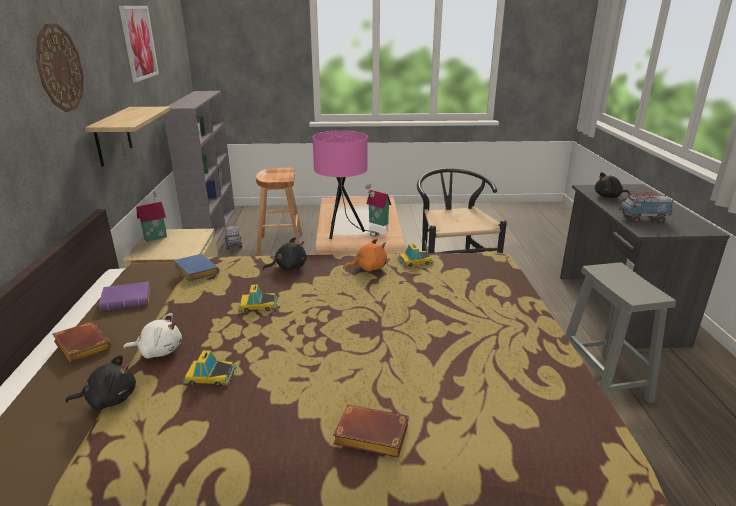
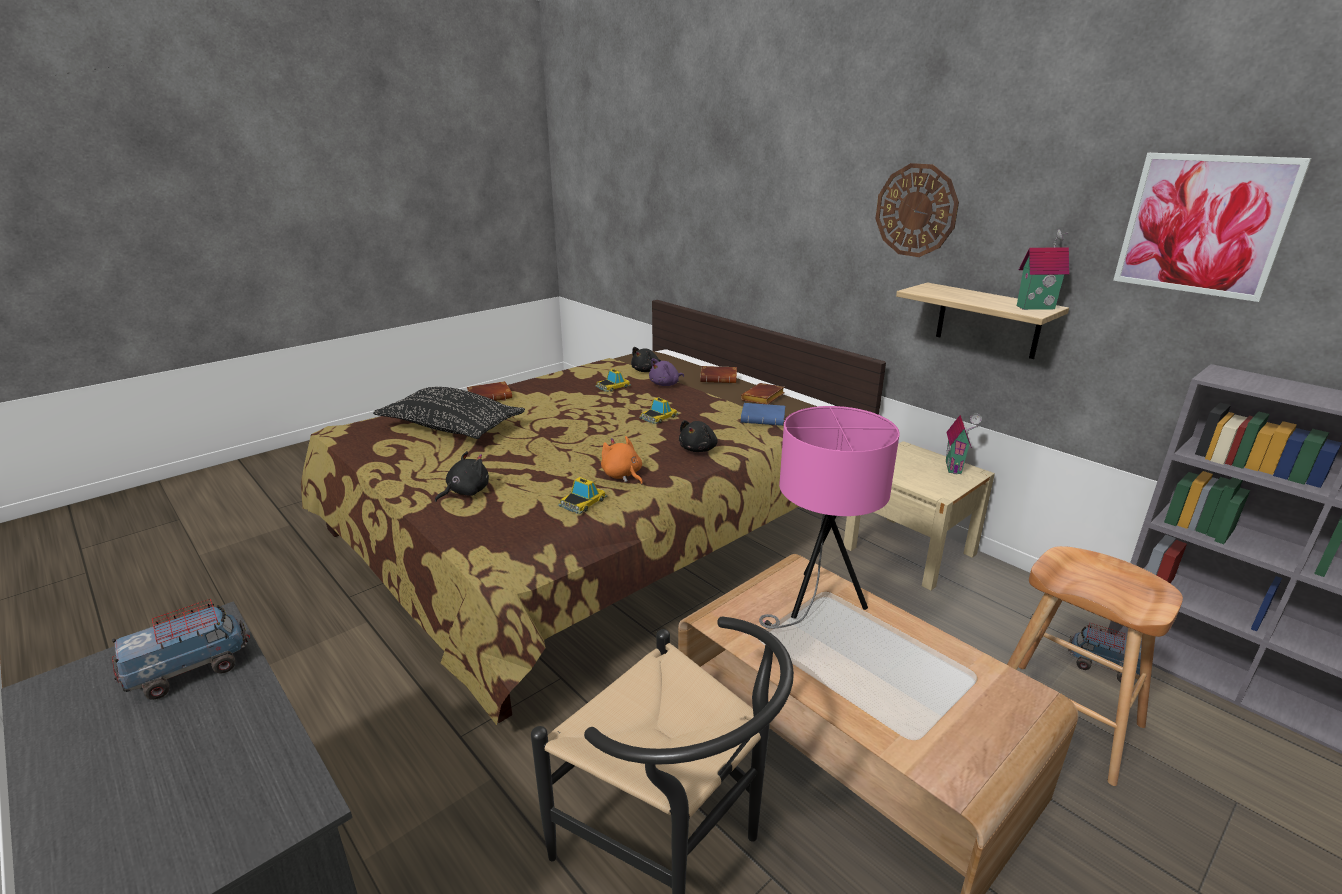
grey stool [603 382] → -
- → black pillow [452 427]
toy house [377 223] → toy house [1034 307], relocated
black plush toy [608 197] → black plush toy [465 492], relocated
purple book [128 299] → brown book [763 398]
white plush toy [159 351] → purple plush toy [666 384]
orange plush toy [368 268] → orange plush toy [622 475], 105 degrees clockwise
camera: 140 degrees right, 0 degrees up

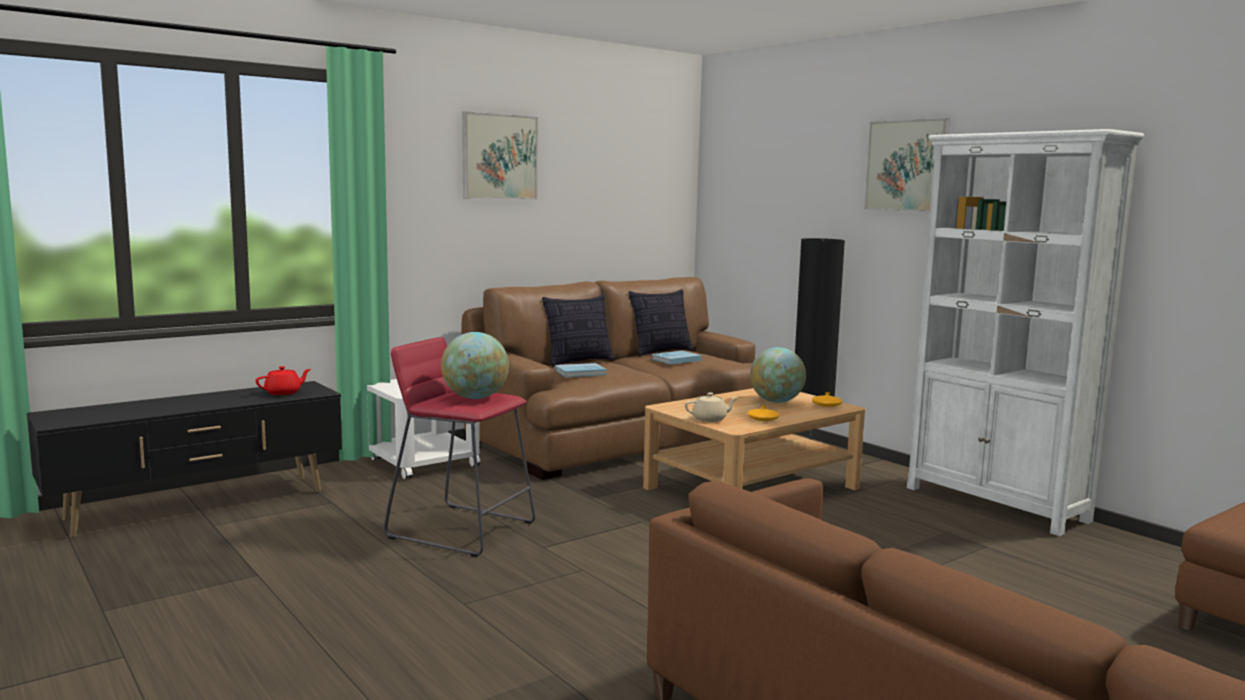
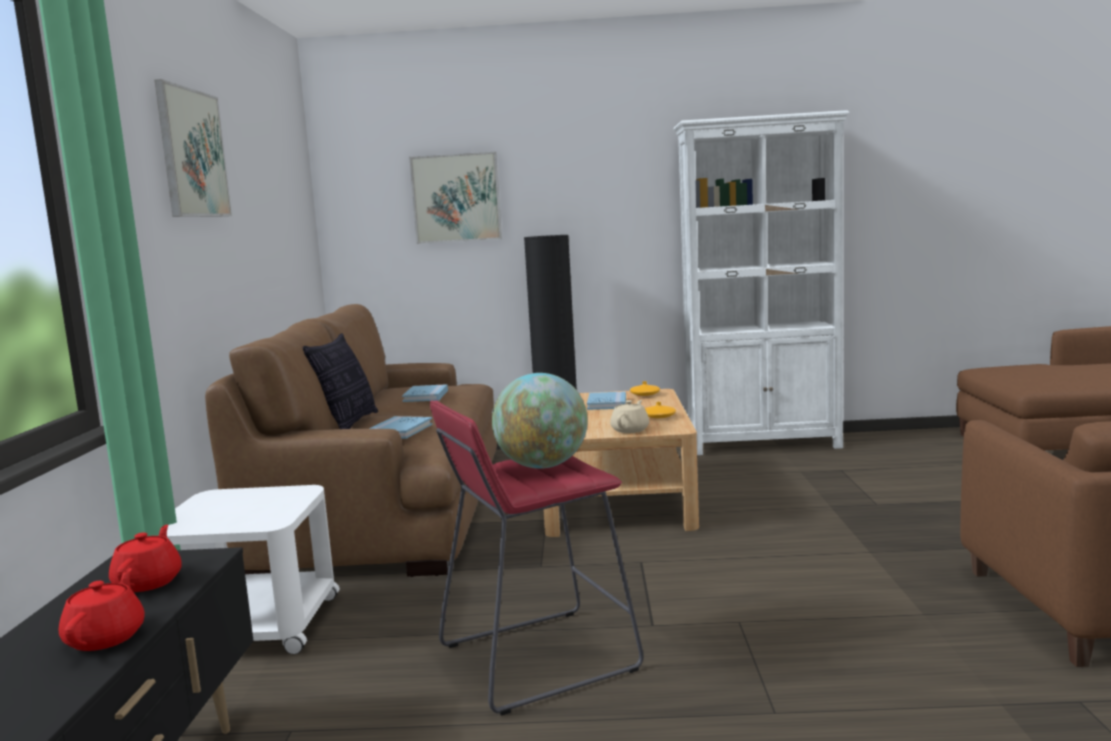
pillow [661 352] → -
- → red teapot [106 637]
picture [906 166] → picture [456 198], relocated
globe [776 401] → blue book [607 403]
camera: 50 degrees left, 0 degrees up

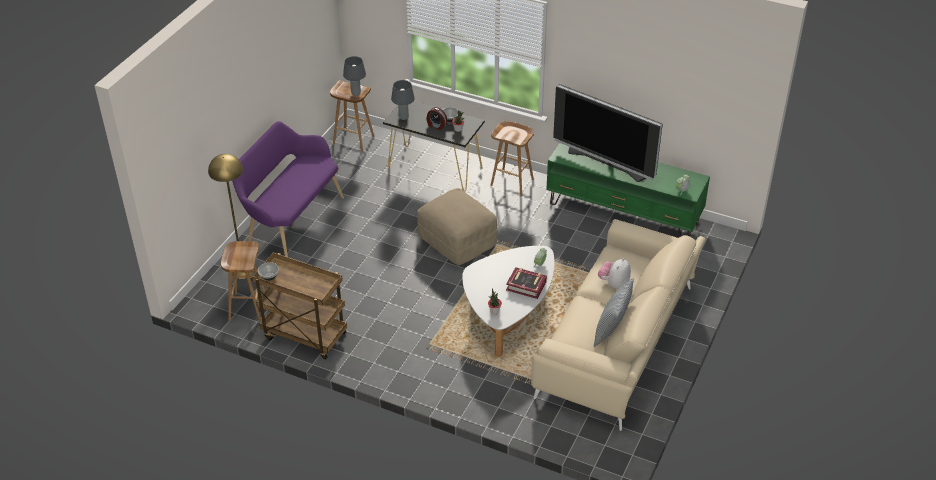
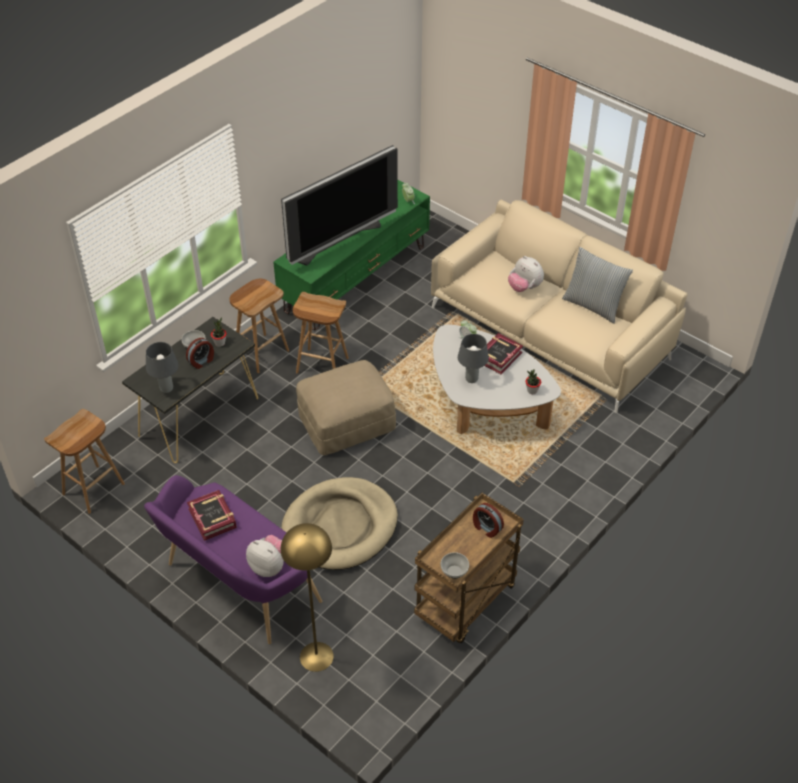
- → book [213 518]
- → plush toy [270 566]
- → beige dog bed [340 526]
- → alarm clock [486 528]
brown stool [247 306] → brown stool [321 365], relocated
grey table lamp [356 93] → grey table lamp [472 379], relocated
camera: 75 degrees left, 5 degrees up

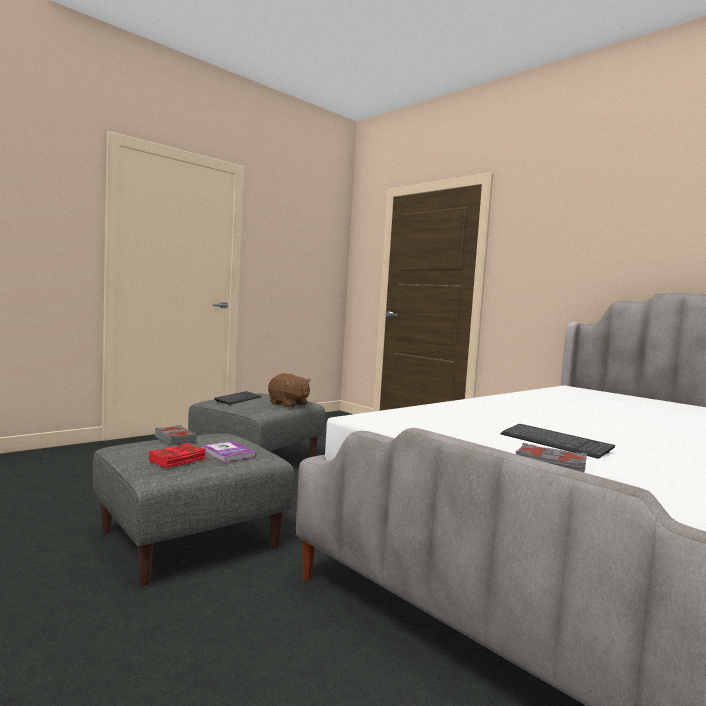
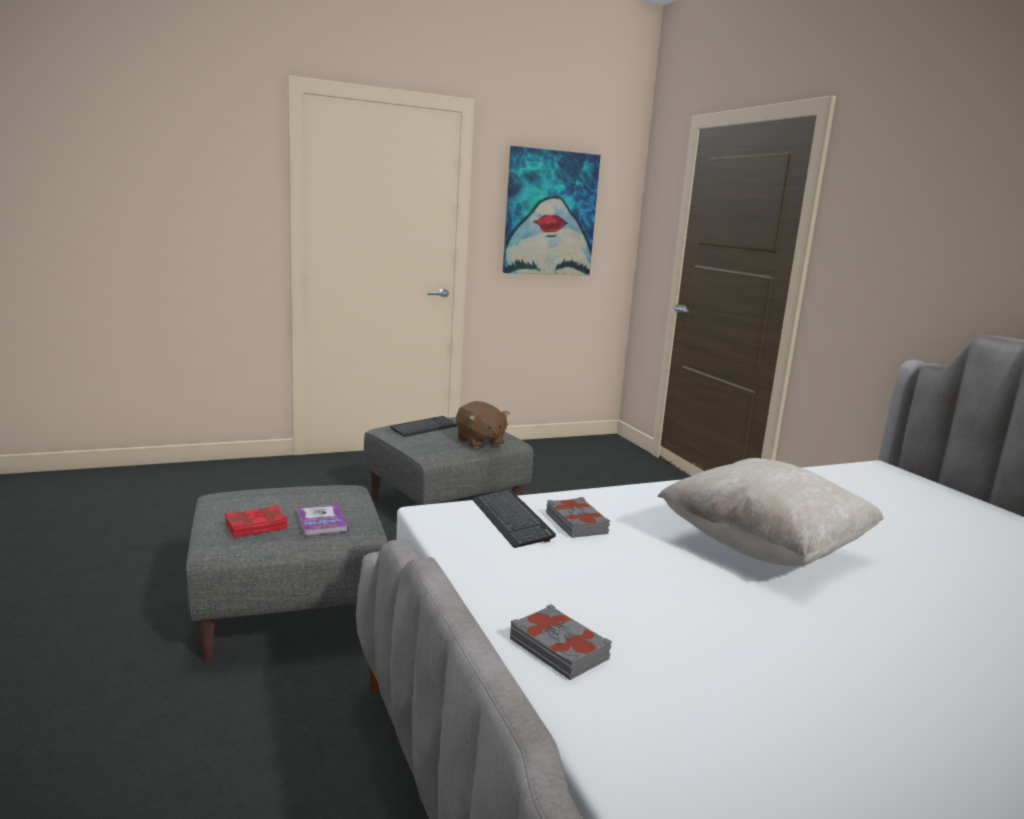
- → picture [550 213]
- → beige pillow [763 548]
grey book [176 439] → grey book [577 523], relocated
keyboard [555 443] → keyboard [511 520], relocated
camera: 20 degrees right, 10 degrees up

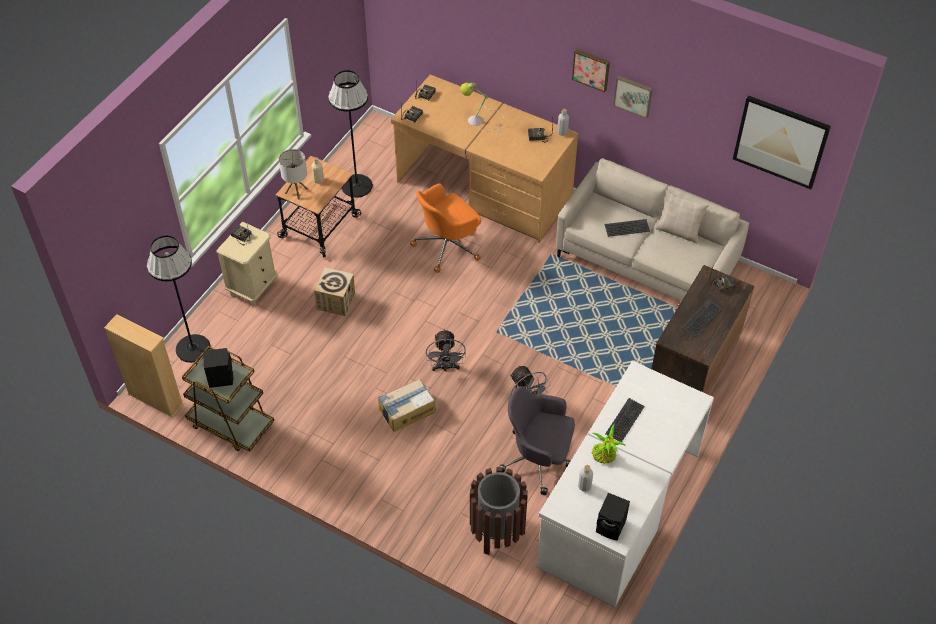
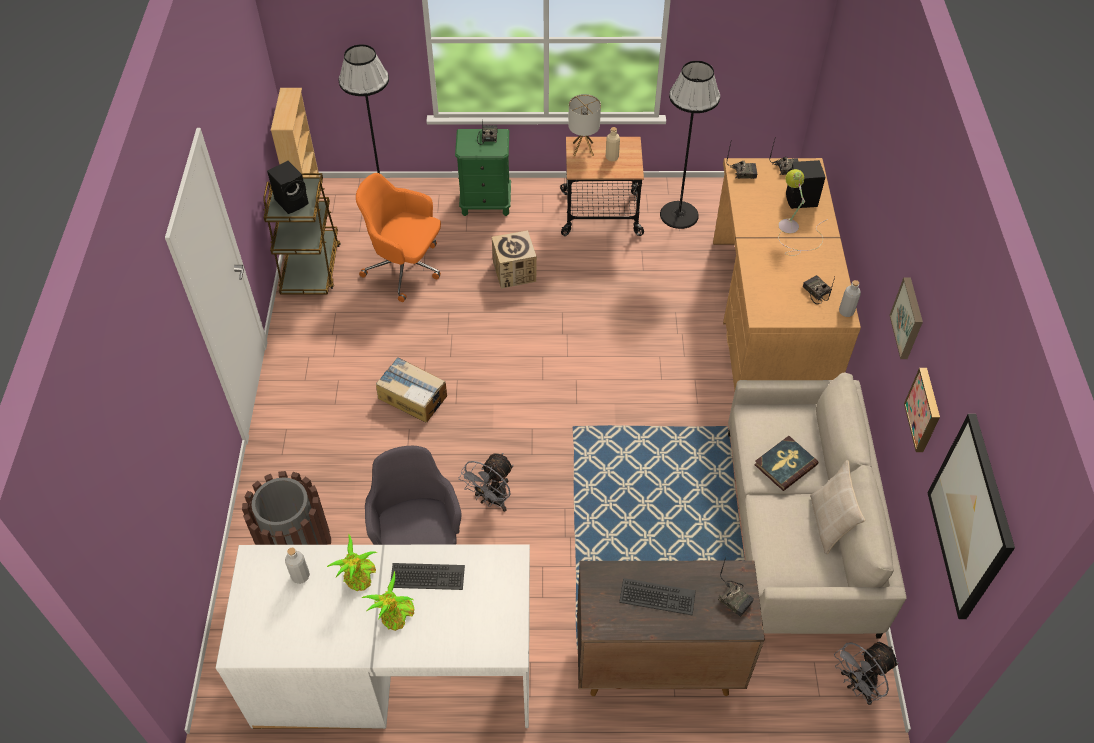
- → potted plant [395 616]
orange office chair [448 246] → orange office chair [406 268], relocated
grey fan [445 367] → grey fan [858 686], relocated
picture [591 69] → picture [925 410], relocated
black speaker [611 526] → black speaker [801 200], relocated
keyboard [627 228] → book [785 464]
beige nightstand [253 287] → green nightstand [486 203]
camera: 60 degrees right, 0 degrees up

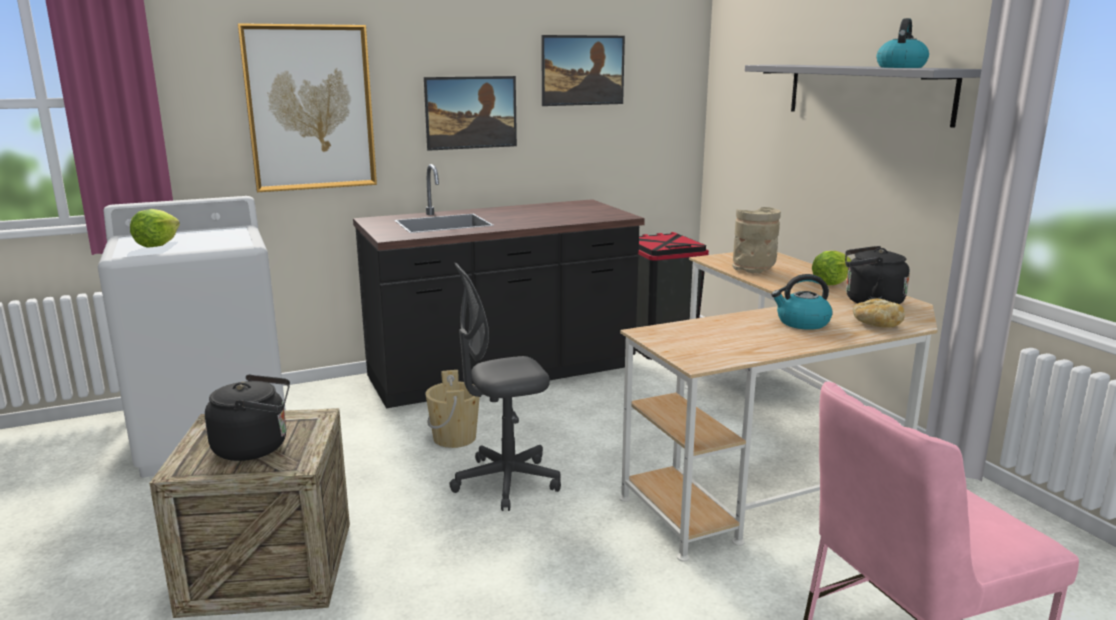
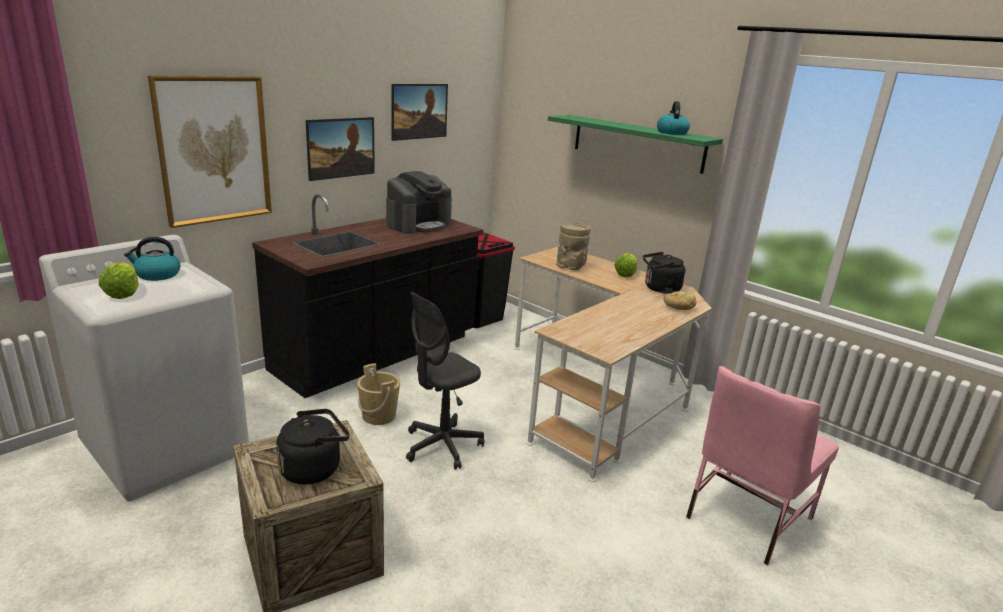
- → coffee machine [418 225]
kettle [802 323] → kettle [157 275], relocated
grey shelf [866 92] → green shelf [637 143]
camera: 25 degrees left, 5 degrees up

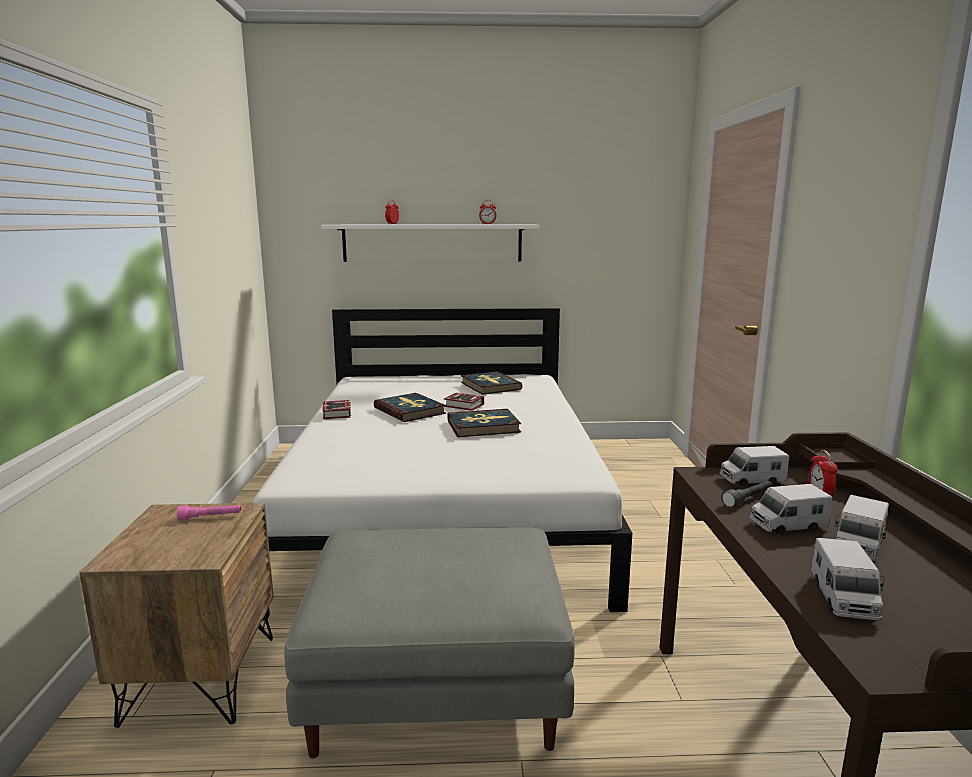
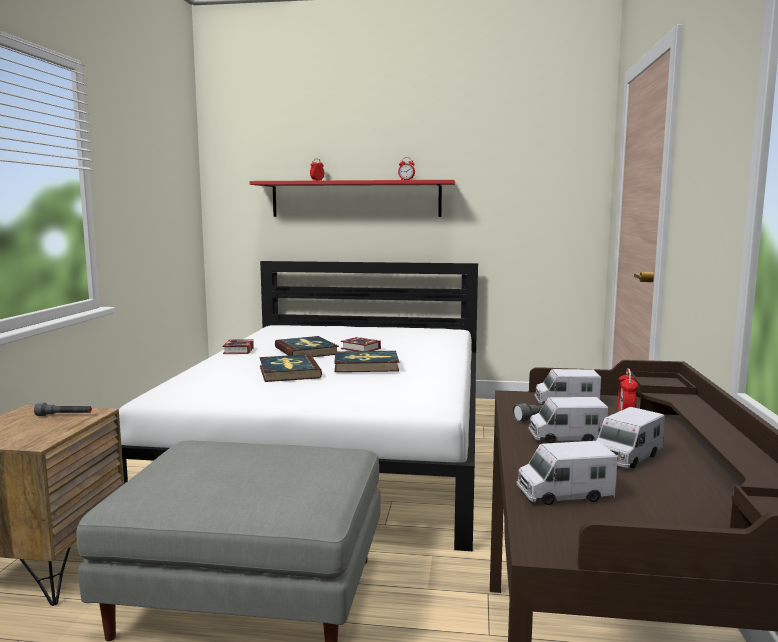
book [490 386] → book [288 372], relocated
pink flashlight [210 517] → grey flashlight [64 415]
white shelf [432 243] → red shelf [355 199]
toy truck [843 598] → toy truck [564 494], 60 degrees clockwise
camera: 10 degrees right, 5 degrees down

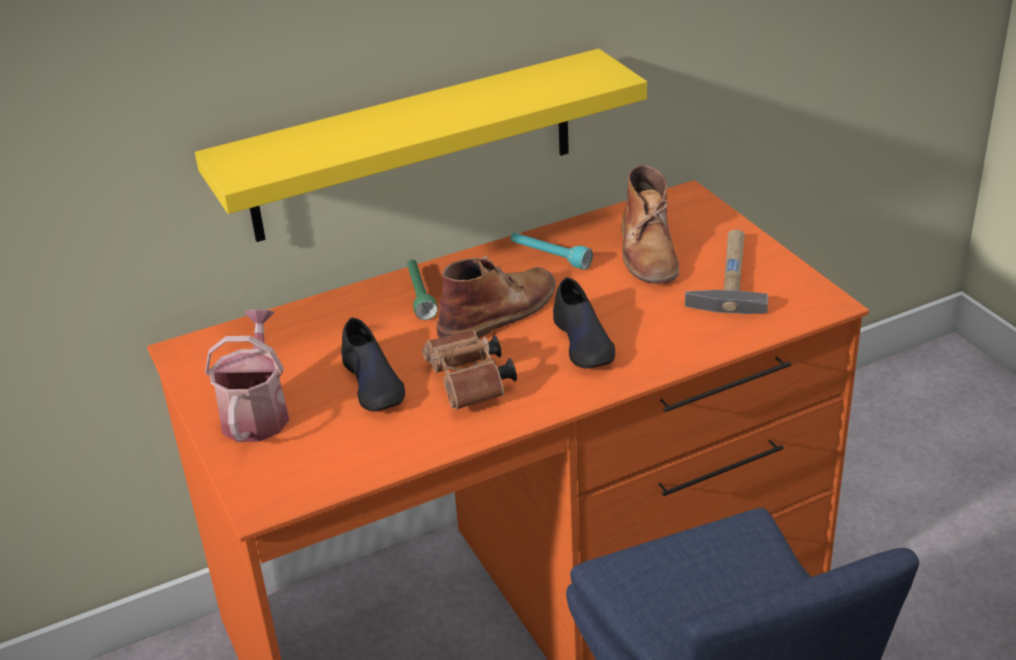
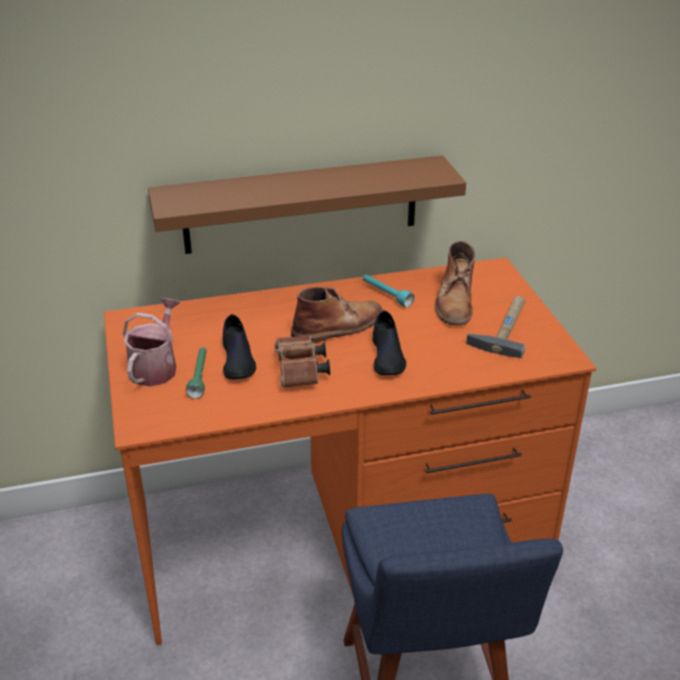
green flashlight [419 295] → green flashlight [199 377], relocated
yellow shelf [413 146] → brown shelf [301 205]
camera: 10 degrees right, 0 degrees up

